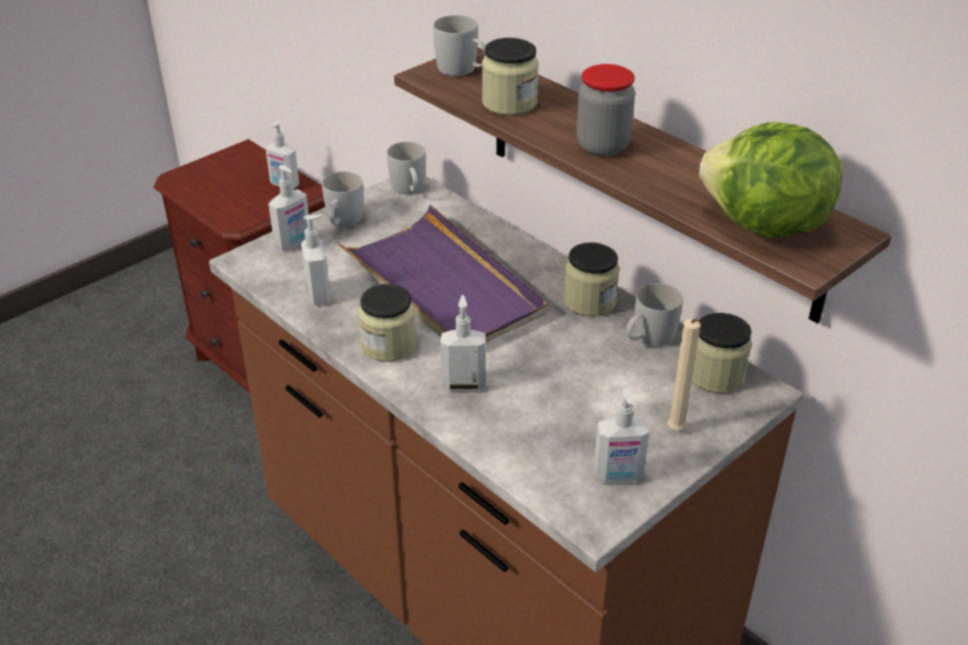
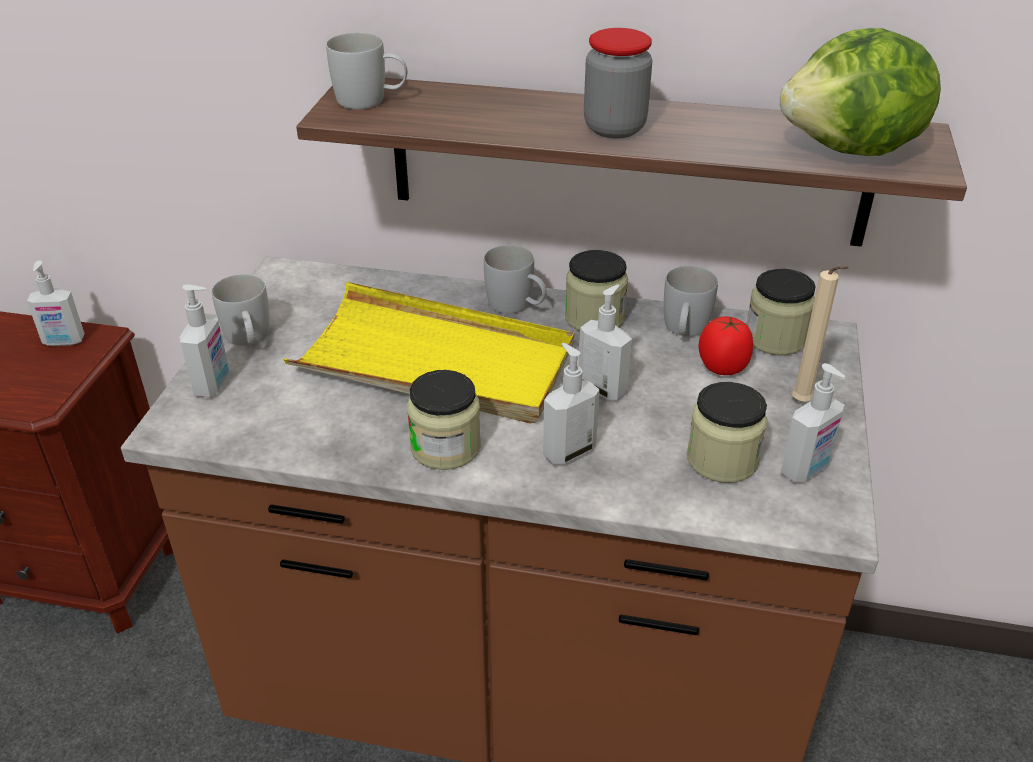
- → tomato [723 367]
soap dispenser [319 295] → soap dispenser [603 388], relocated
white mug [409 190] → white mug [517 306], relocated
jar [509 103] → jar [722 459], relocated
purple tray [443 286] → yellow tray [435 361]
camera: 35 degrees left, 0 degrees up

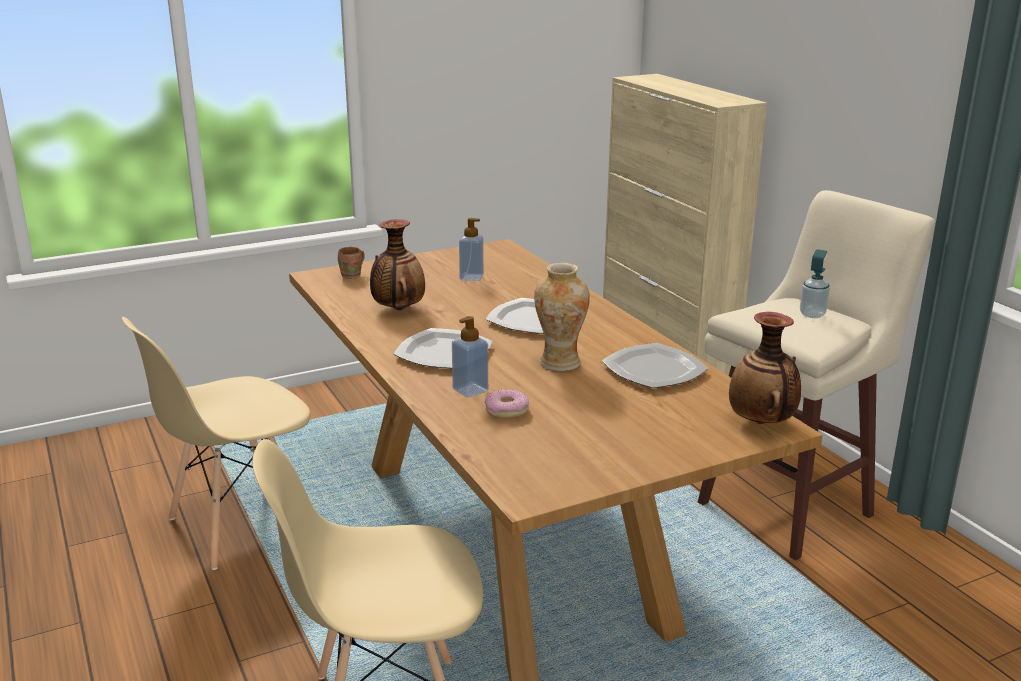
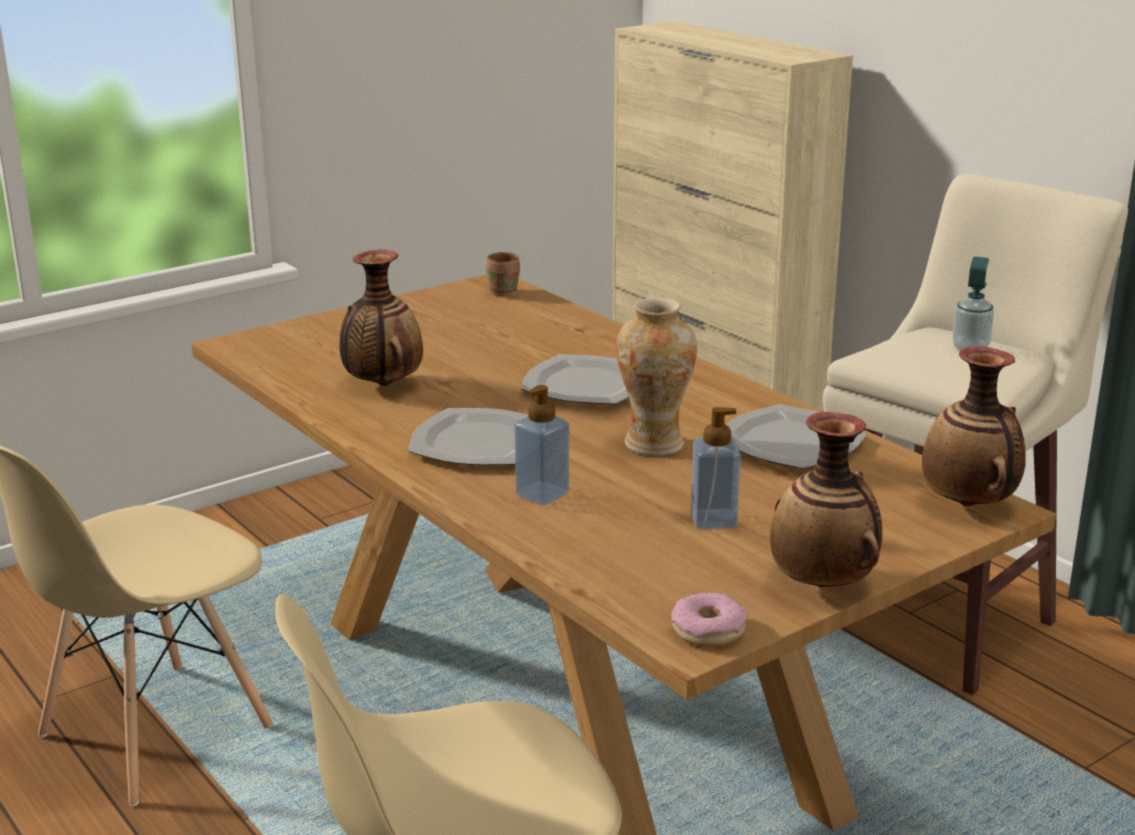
- → vase [823 584]
brown mug [353 276] → brown mug [506 292], relocated
soap dispenser [471 277] → soap dispenser [713 520], relocated
donut [506 410] → donut [708 630], relocated
camera: 10 degrees left, 0 degrees up

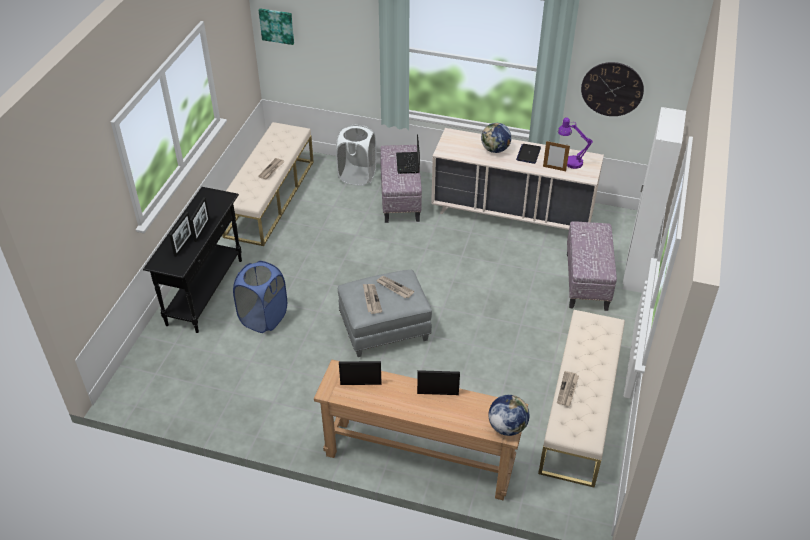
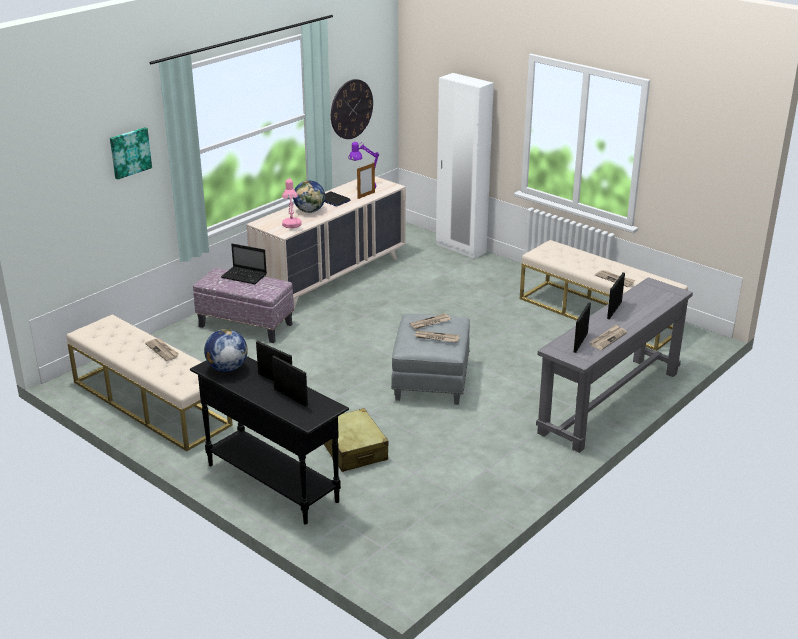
white laundry basket [357 176] → -
ottoman [587 281] → -
- → pink table lamp [291 226]
- → newspaper [607 338]
picture [277 25] → picture [129 152], relocated
globe [507 427] → globe [227 368], relocated
blue laundry basket [263 318] → beige suitcase [353 450]
brown console table [419 458] → grey console table [609 402]
camera: 65 degrees left, 15 degrees down

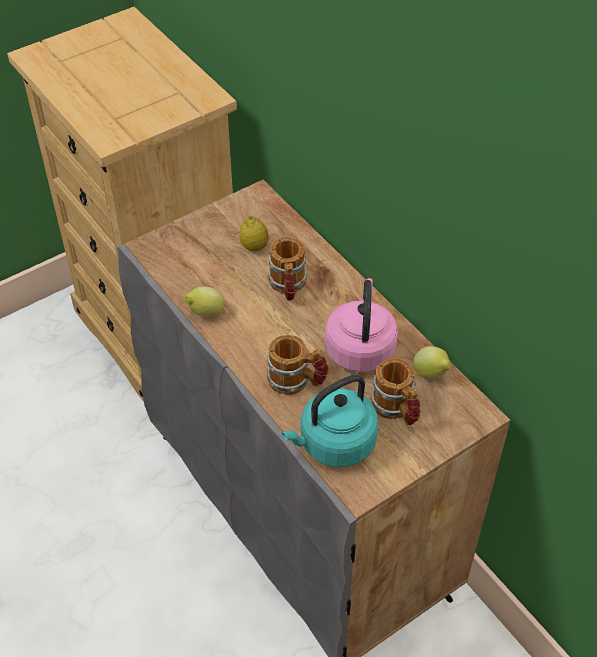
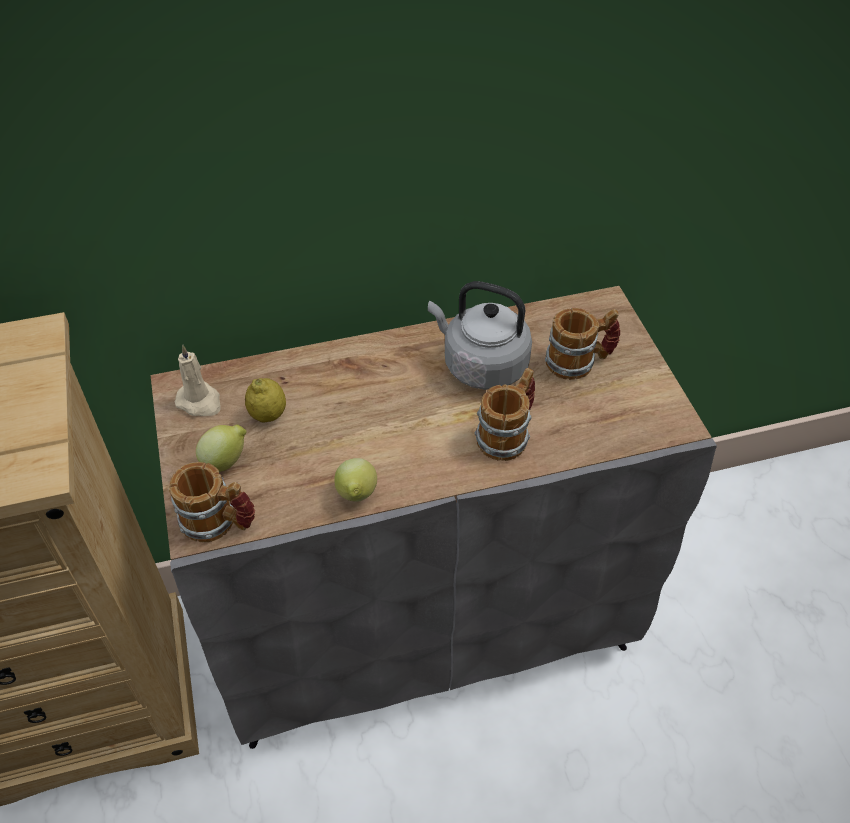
turquoise kettle [333 444] → -
- → beige candle [200 402]
mug [288 287] → mug [219 523], relocated
lemon [431 374] → lemon [226 461], relocated
pink kettle [360 348] → grey kettle [481 365]
camera: 70 degrees left, 0 degrees up

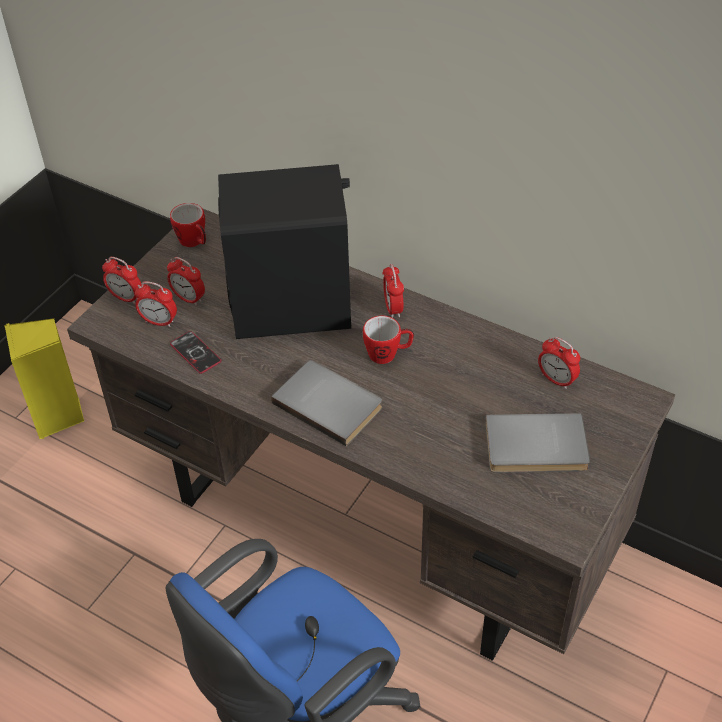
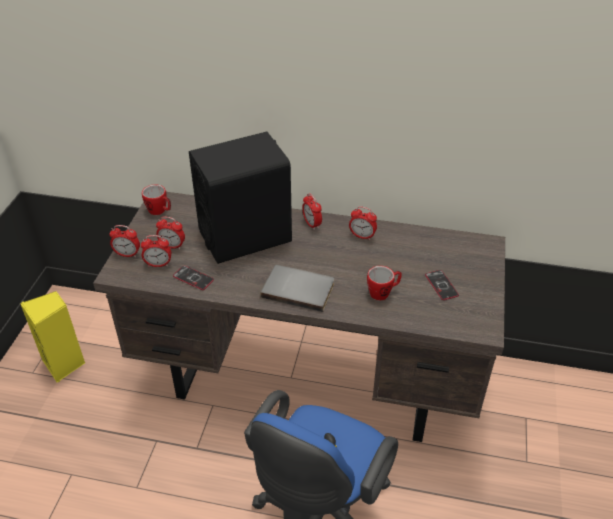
mug [388 354] → mug [383 292], relocated
alarm clock [556 380] → alarm clock [362 236], relocated
grey book [536 448] → phone [441 285]
camera: 20 degrees left, 5 degrees down

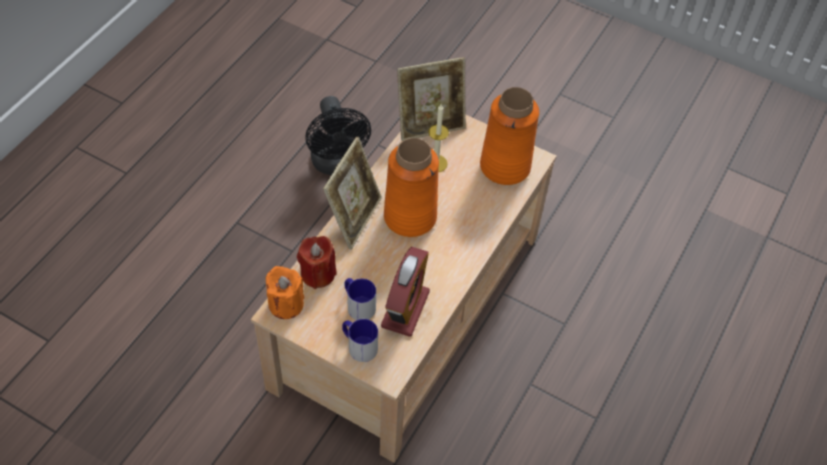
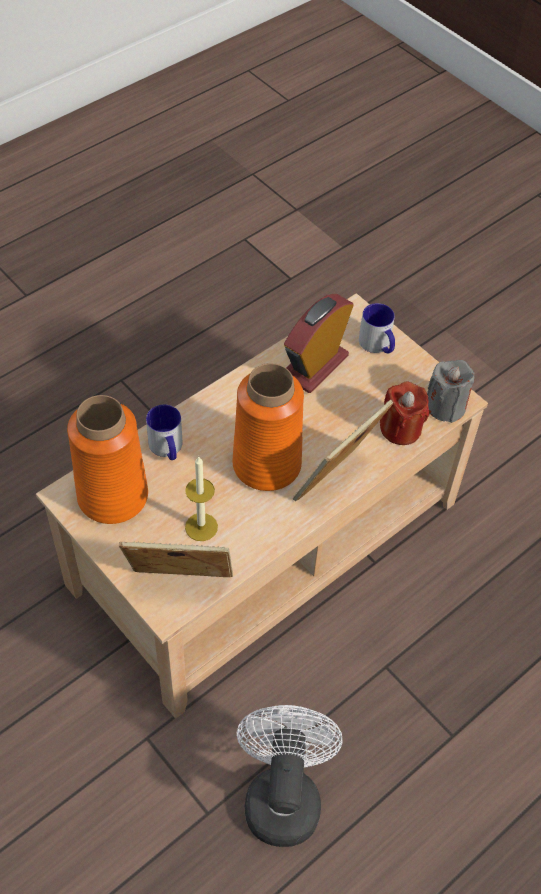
mug [358 305] → mug [167 448], relocated
orange candle [286 304] → grey candle [445 406]
black fan [337 164] → white fan [282 794]
camera: 160 degrees left, 0 degrees up

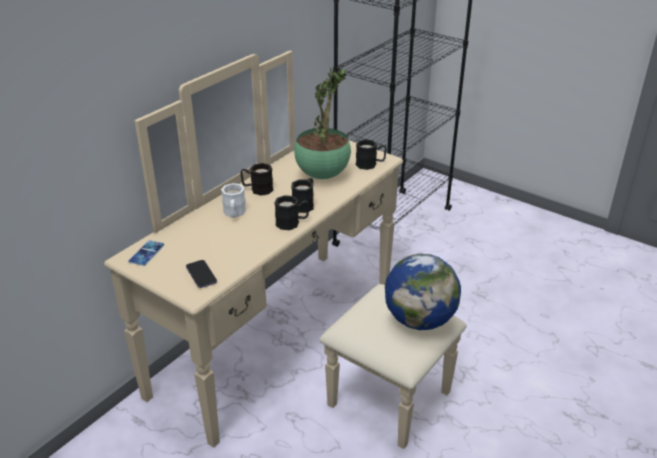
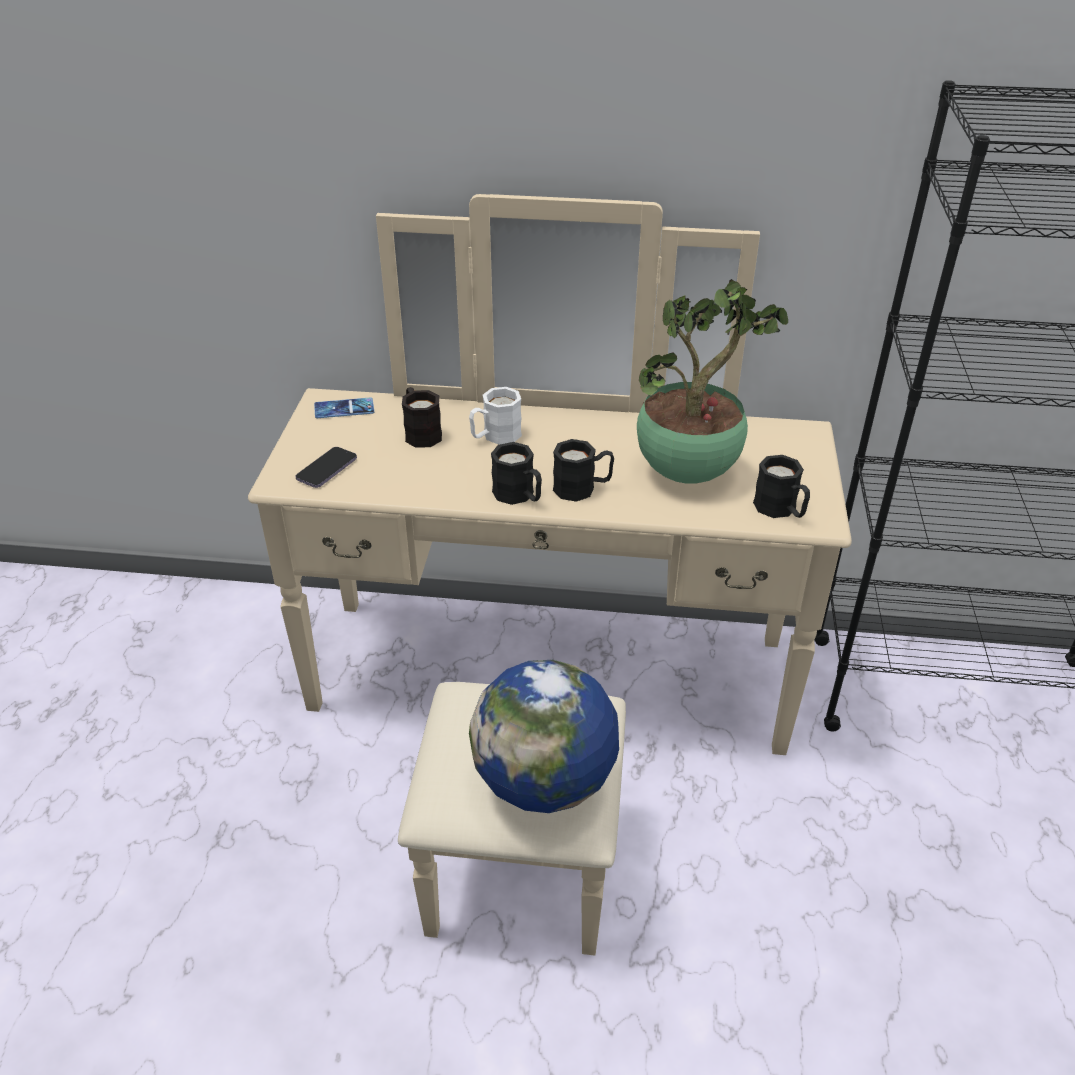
black mug [257 189] → black mug [420 432], relocated
camera: 60 degrees right, 5 degrees up

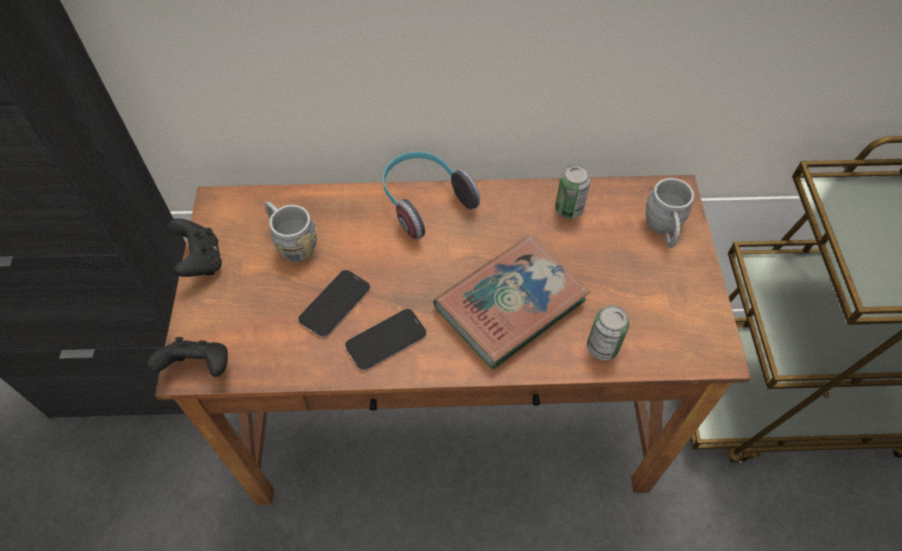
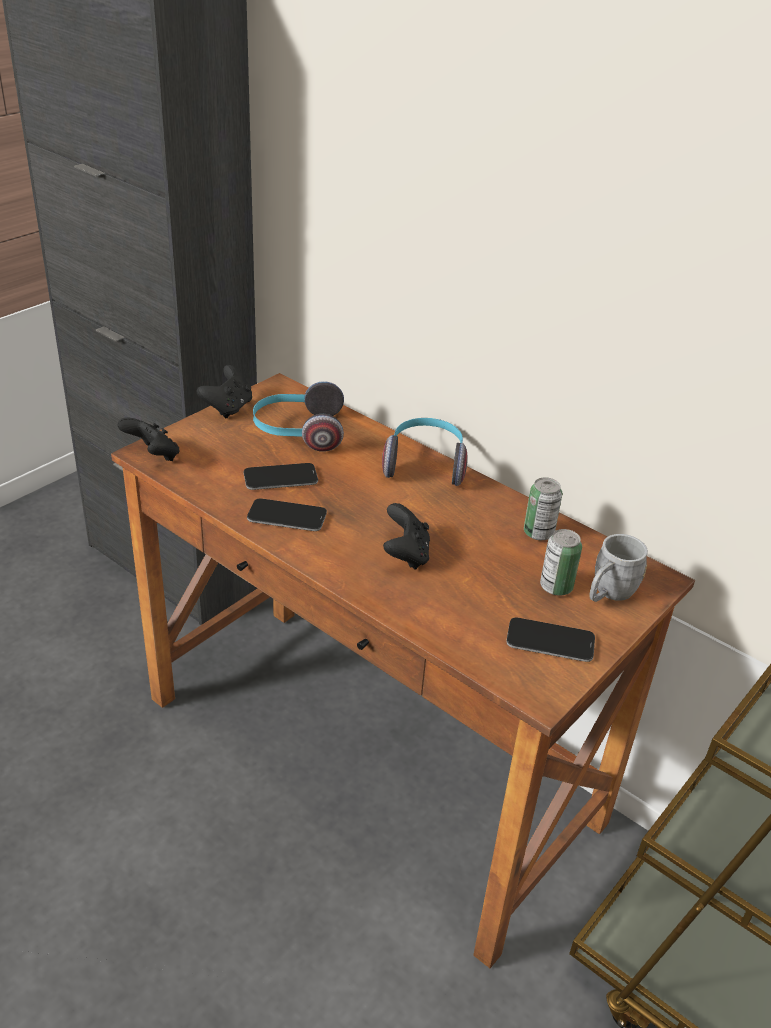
- → phone [550 641]
can [602 347] → can [556 587], relocated
grey mug [292 243] → headphones [298 432]
book [510 304] → black game controller [406 555]
camera: 40 degrees right, 20 degrees down

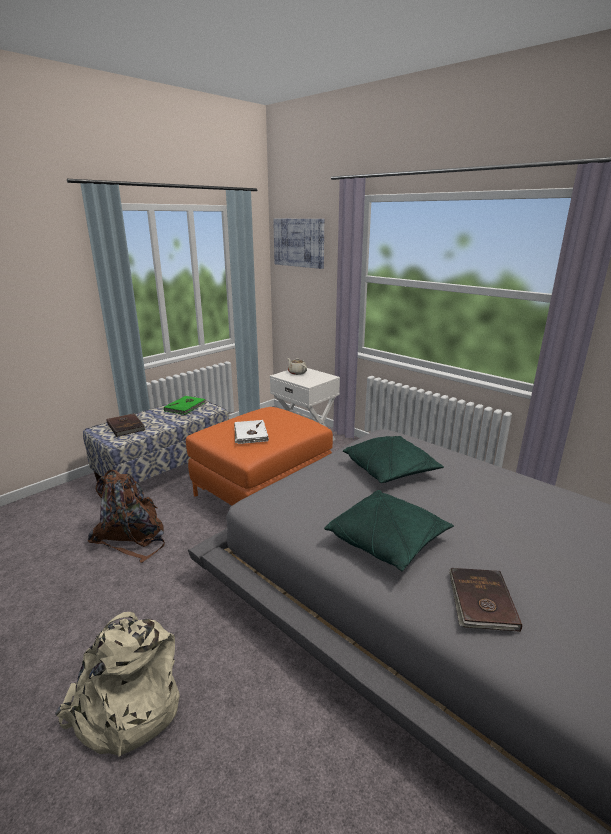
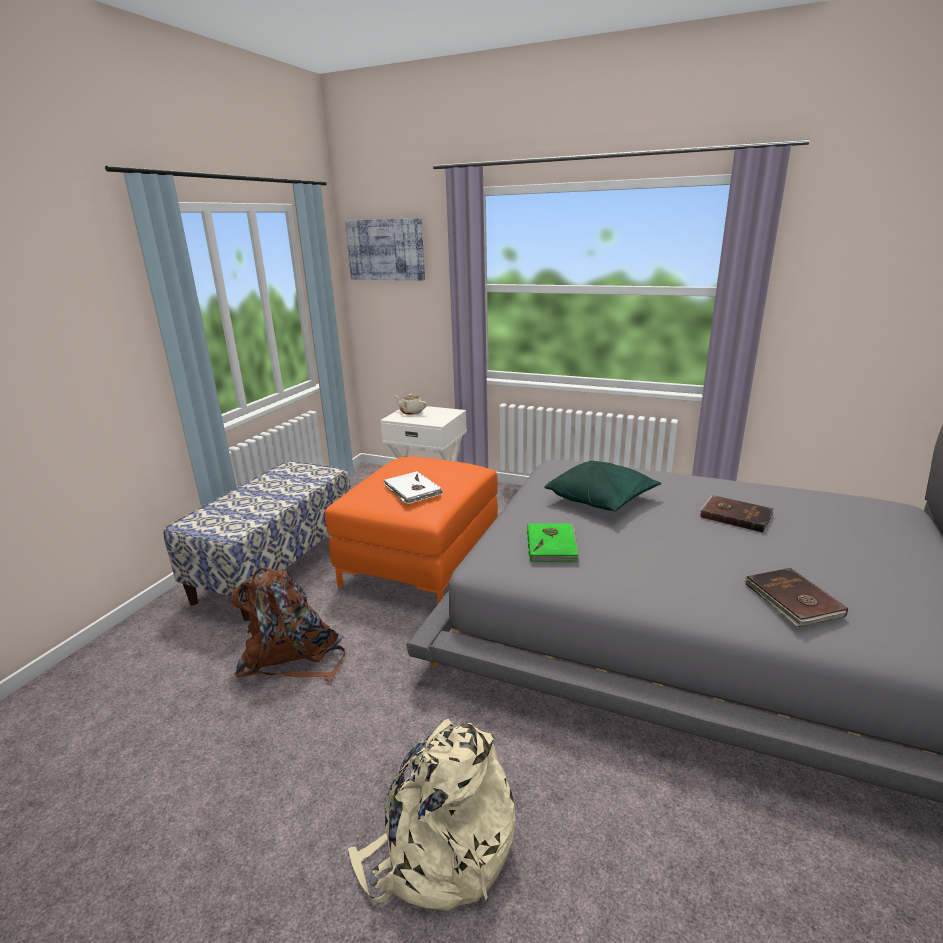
green pillow [387 541] → -
brown book [126 426] → brown book [735 515], relocated
green book [186 407] → green book [552 545], relocated
camera: 20 degrees left, 0 degrees up

